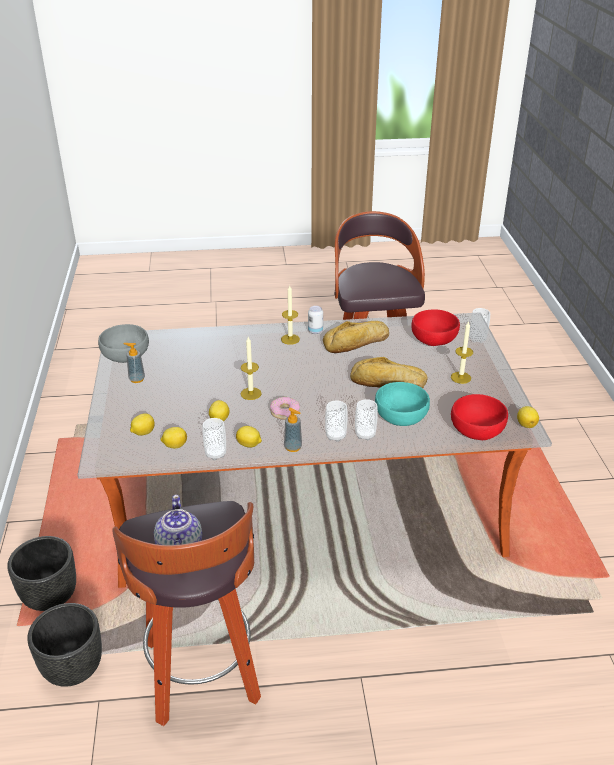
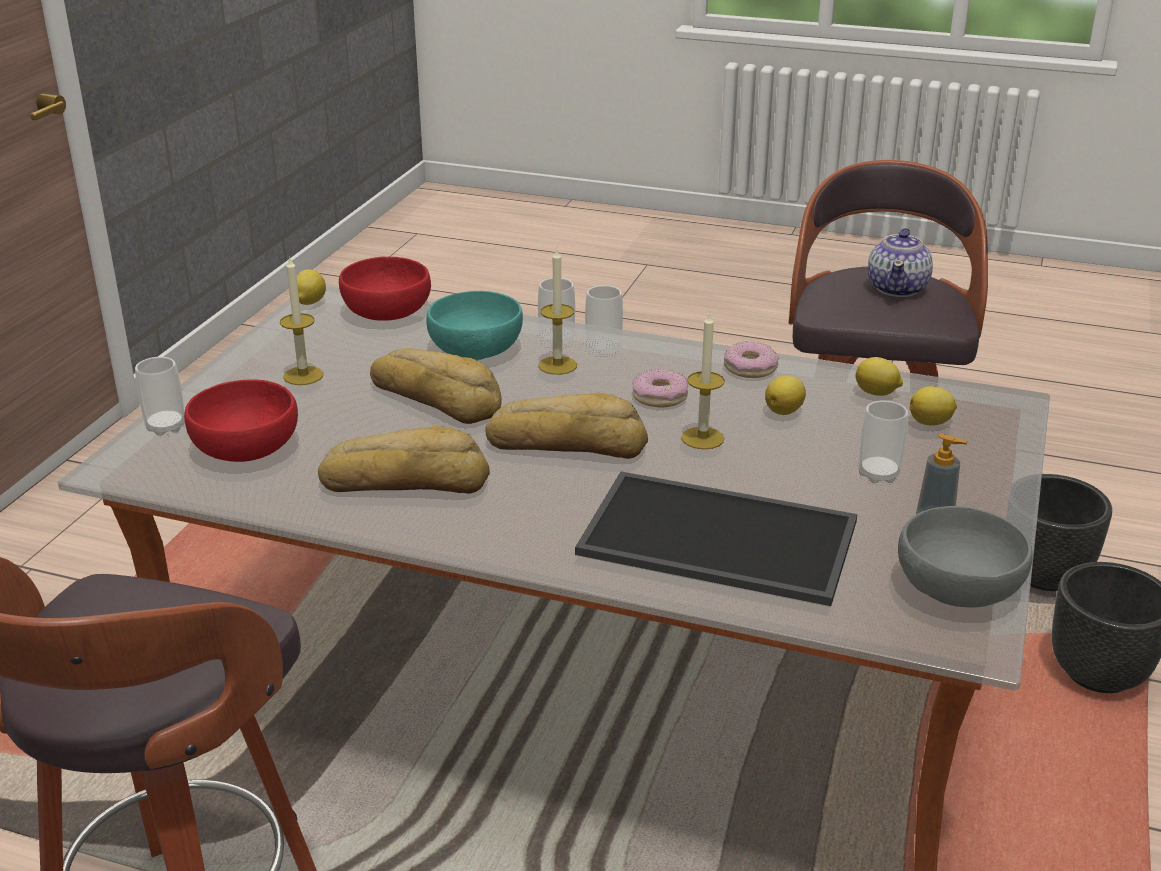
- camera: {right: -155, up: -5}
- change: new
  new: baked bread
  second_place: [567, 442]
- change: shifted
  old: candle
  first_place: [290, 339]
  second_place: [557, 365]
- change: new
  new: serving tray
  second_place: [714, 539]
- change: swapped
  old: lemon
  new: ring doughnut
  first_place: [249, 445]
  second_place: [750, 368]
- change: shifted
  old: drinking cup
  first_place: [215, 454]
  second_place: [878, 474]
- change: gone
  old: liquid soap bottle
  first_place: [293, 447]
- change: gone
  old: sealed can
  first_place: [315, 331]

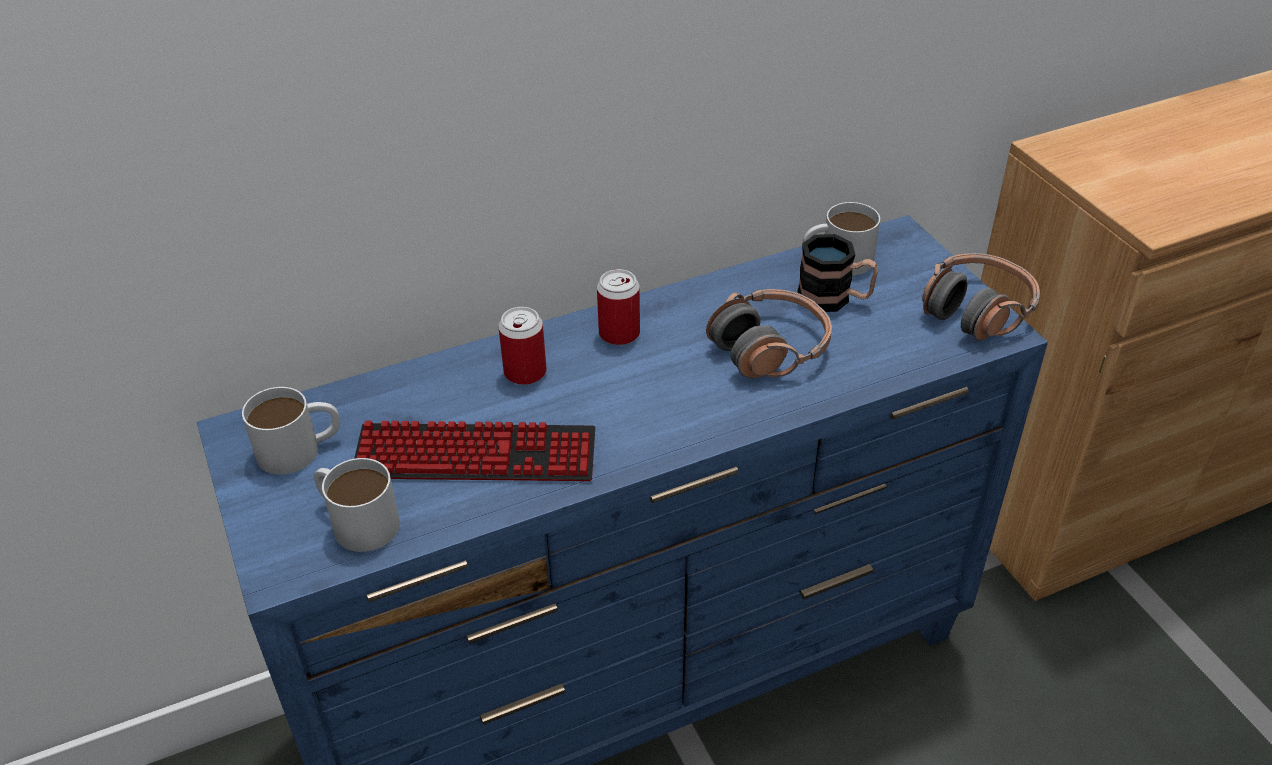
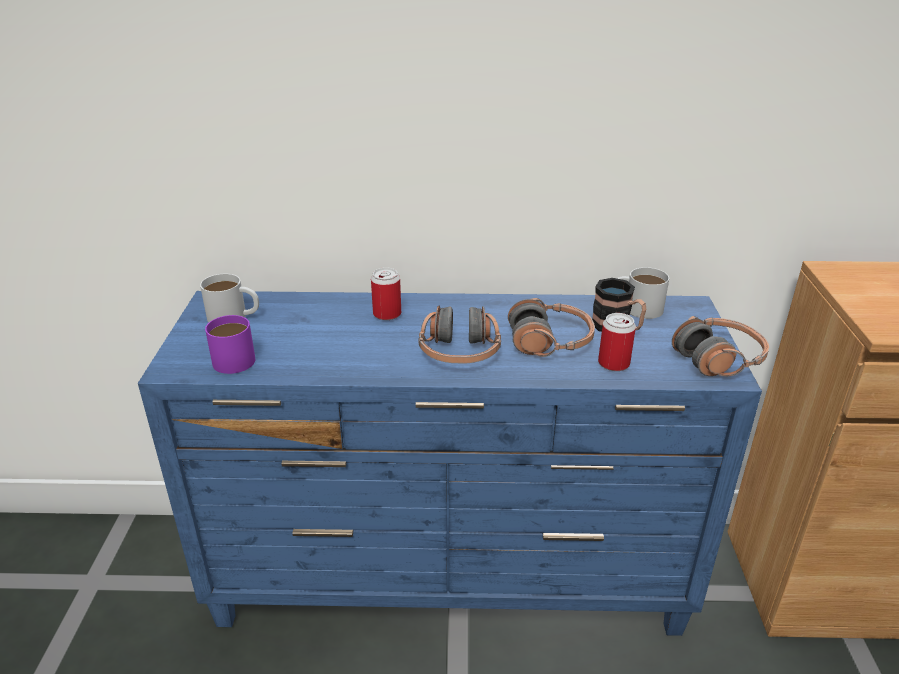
- camera: {right: 25, up: -10}
- change: repainted
  old: mug (white)
  new: mug (purple-coloured)
  first_place: [356, 520]
  second_place: [231, 357]
- change: new
  new: headphones
  second_place: [459, 352]
- change: shifted
  old: sealed can
  first_place: [619, 333]
  second_place: [613, 363]
- change: gone
  old: computer keyboard
  first_place: [475, 456]

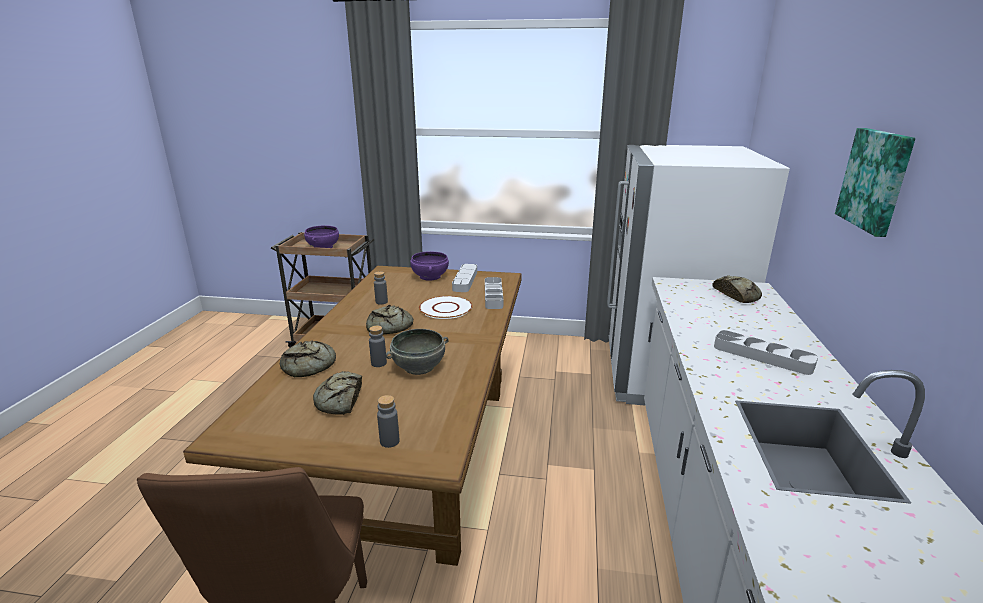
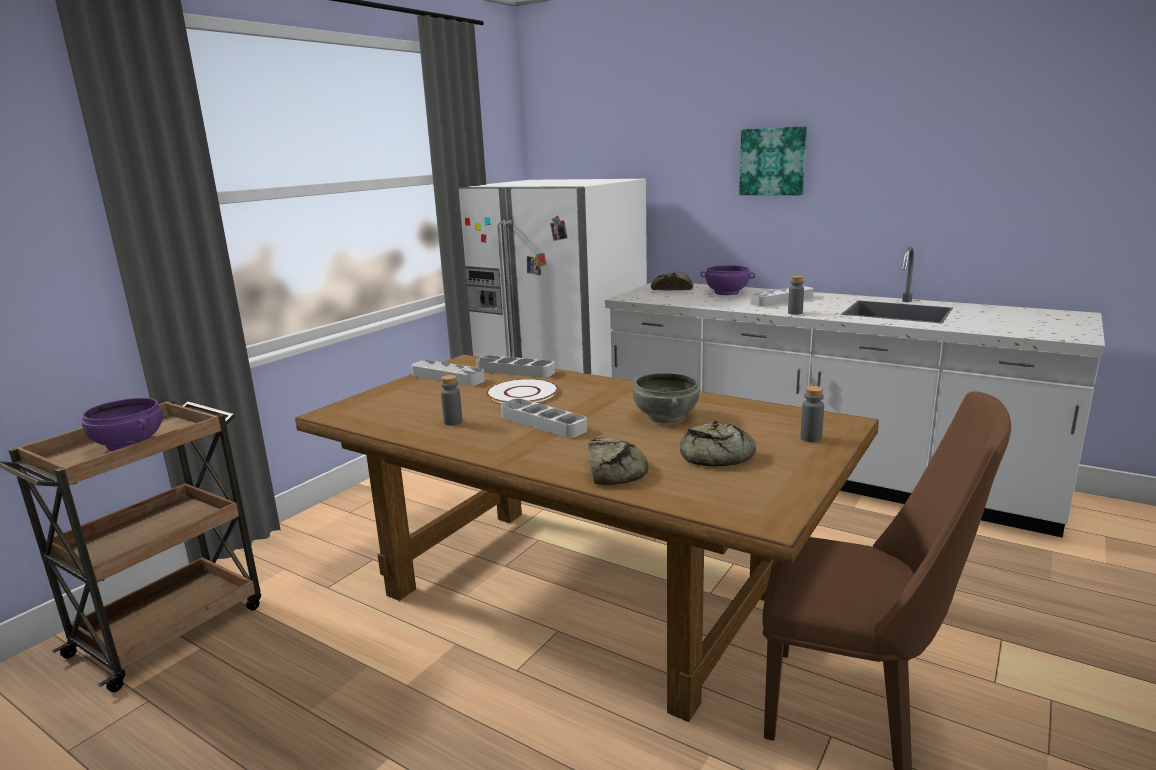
- camera: {right: -65, up: -5}
- change: swapped
  old: baked bread
  new: serving tray (greyish)
  first_place: [388, 327]
  second_place: [543, 423]
- change: shifted
  old: deep dish (purple-coloured)
  first_place: [429, 276]
  second_place: [726, 293]
- change: shifted
  old: drink bottle (greyish)
  first_place: [379, 363]
  second_place: [795, 313]

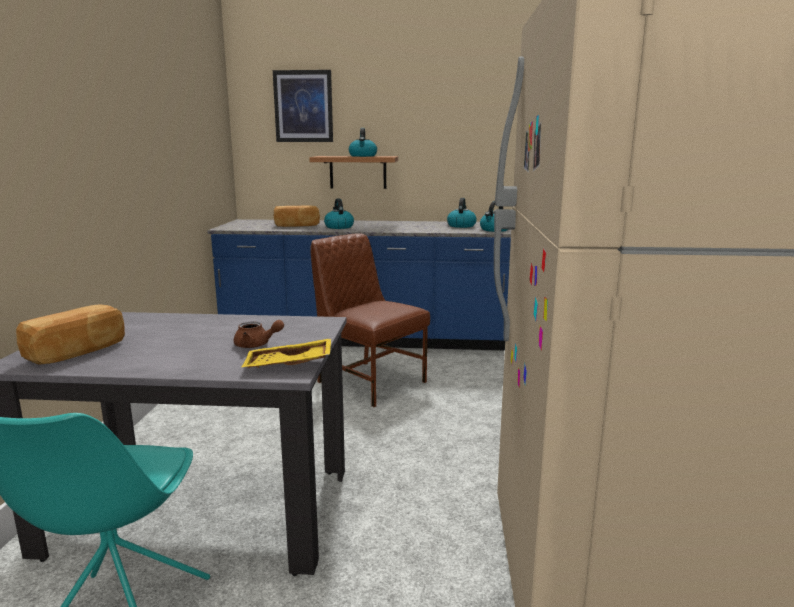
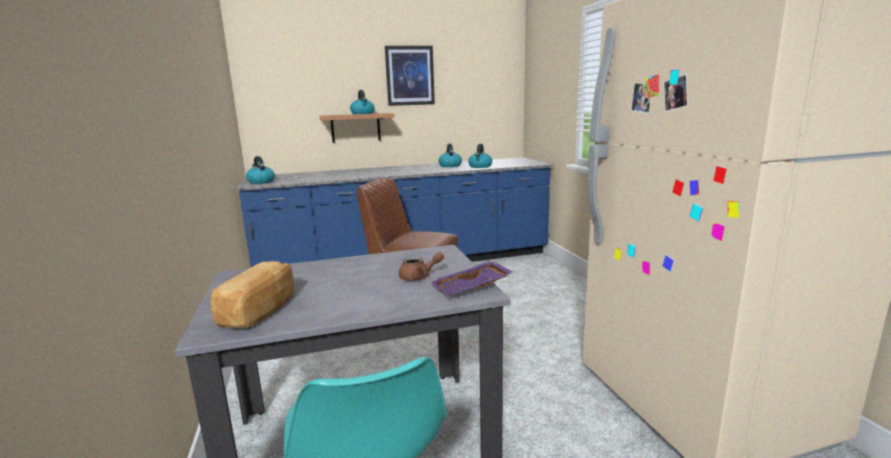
- camera: {right: -20, up: 0}
- change: shifted
  old: water kettle
  first_place: [338, 227]
  second_place: [261, 182]
- change: shifted
  old: wall picture
  first_place: [303, 106]
  second_place: [410, 76]
- change: repainted
  old: serving tray (yellow)
  new: serving tray (purple-coloured)
  first_place: [288, 365]
  second_place: [472, 288]
- change: gone
  old: baked bread
  first_place: [297, 226]

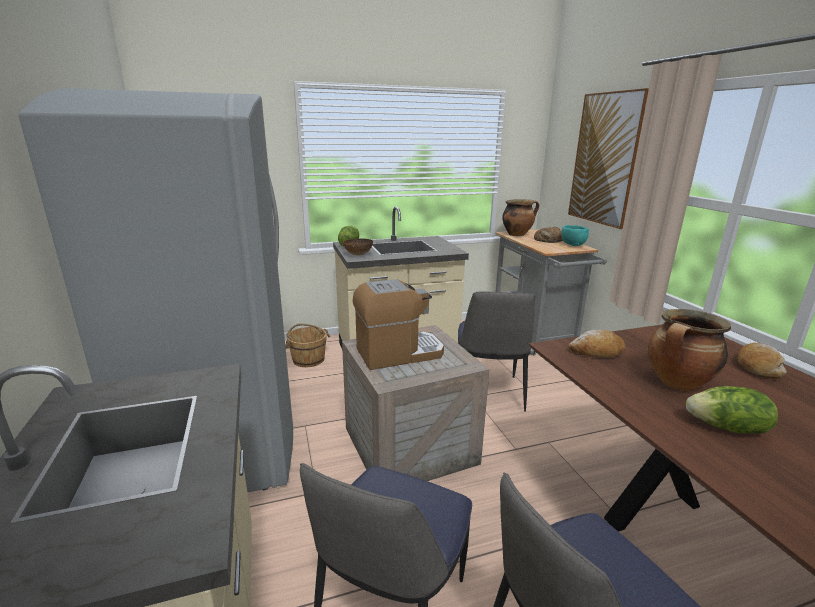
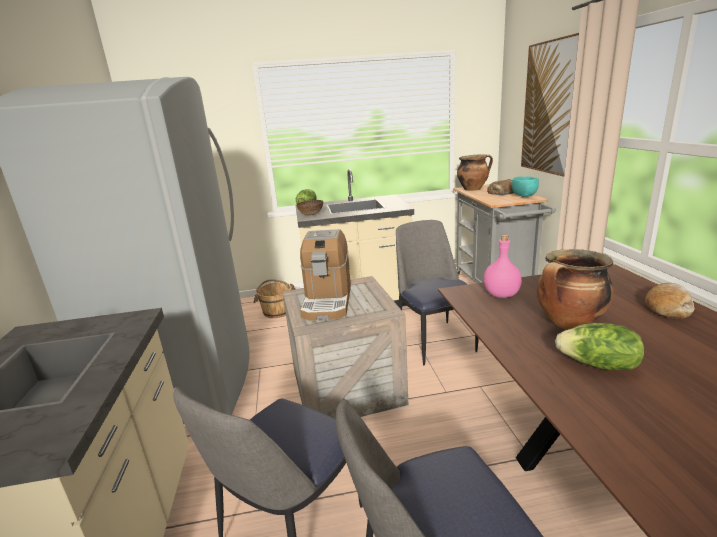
- camera: {right: 10, up: 0}
- change: rotated
  old: coffee maker
  first_place: [398, 353]
  second_place: [327, 301]
  degrees: 105
- change: rotated
  old: plain chair
  first_place: [489, 393]
  second_place: [434, 341]
  degrees: 150
- change: swapped
  old: baked bread
  new: drink bottle (pinkish)
  first_place: [597, 351]
  second_place: [501, 295]

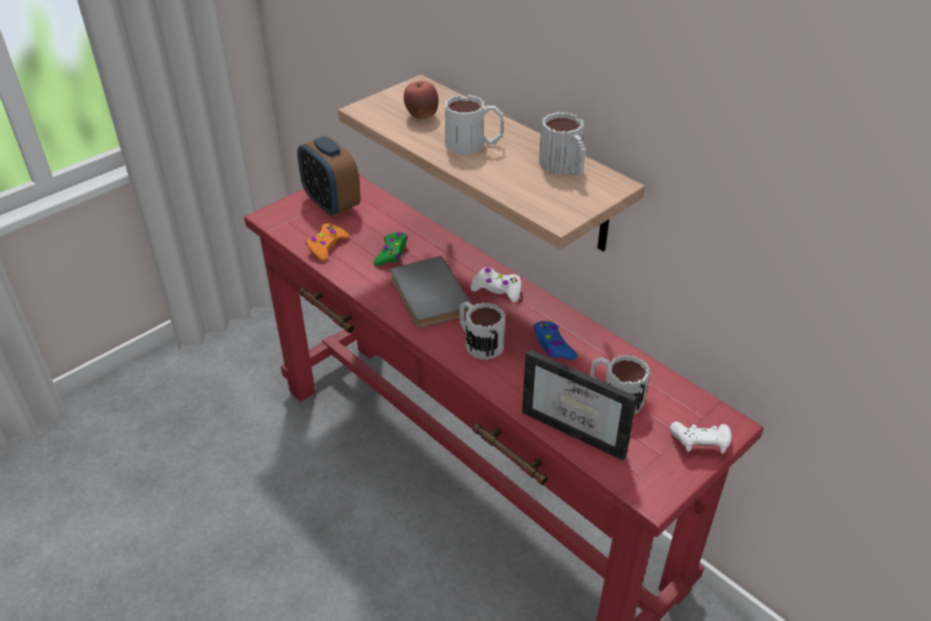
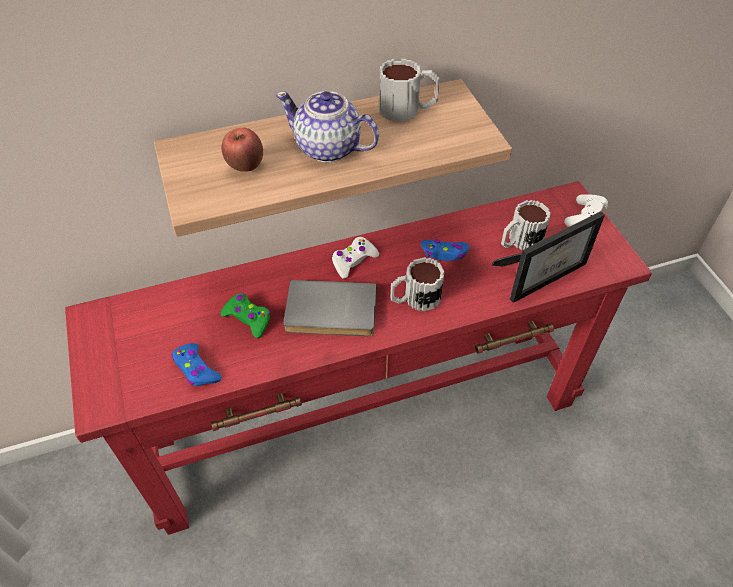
- camera: {right: -65, up: 10}
- change: repainted
  old: gamepad (orangey)
  new: gamepad (blue-coloured)
  first_place: [326, 246]
  second_place: [196, 369]
- change: swapped
  old: mug
  new: tea pot
  first_place: [474, 144]
  second_place: [328, 149]
- change: gone
  old: table clock
  first_place: [331, 204]

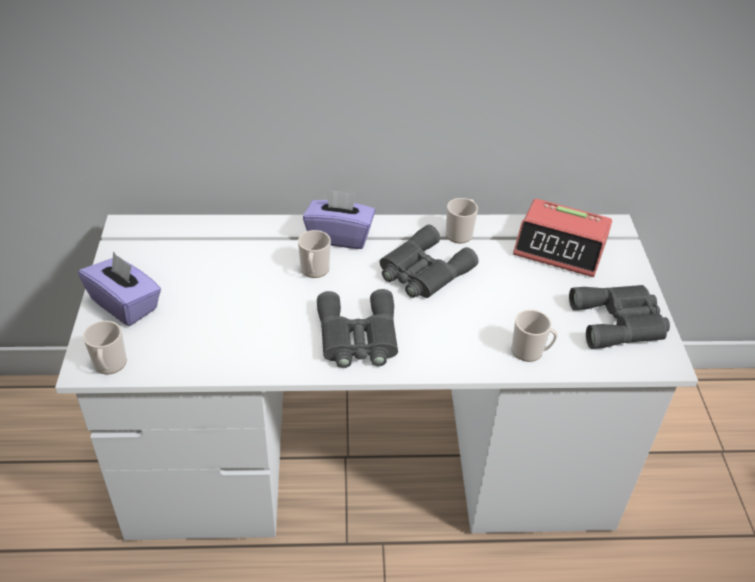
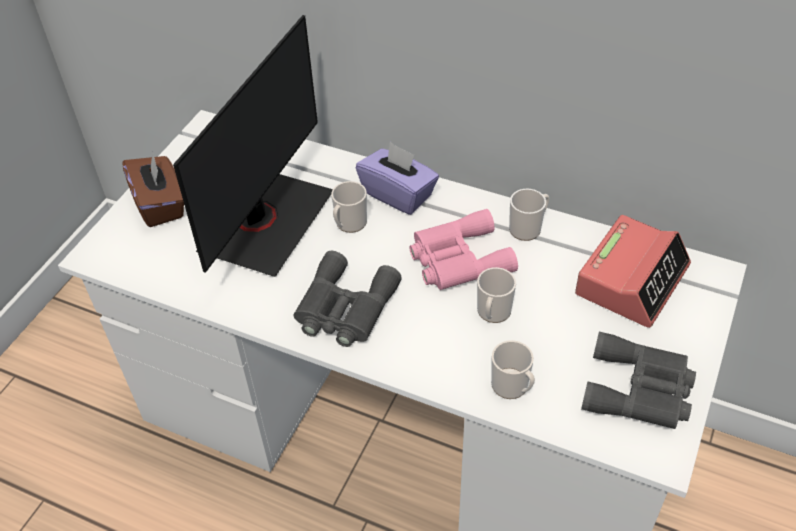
- camera: {right: 30, up: 5}
- change: repainted
  old: tissue box (purple-coloured)
  new: tissue box (brown)
  first_place: [125, 304]
  second_place: [160, 204]
- change: new
  new: computer screen
  second_place: [265, 222]
- change: repainted
  old: binoculars (greyish)
  new: binoculars (pinkish)
  first_place: [422, 272]
  second_place: [457, 259]
- change: shifted
  old: mug
  first_place: [109, 365]
  second_place: [493, 313]
- change: rotated
  old: table clock
  first_place: [561, 247]
  second_place: [632, 279]
  degrees: -105

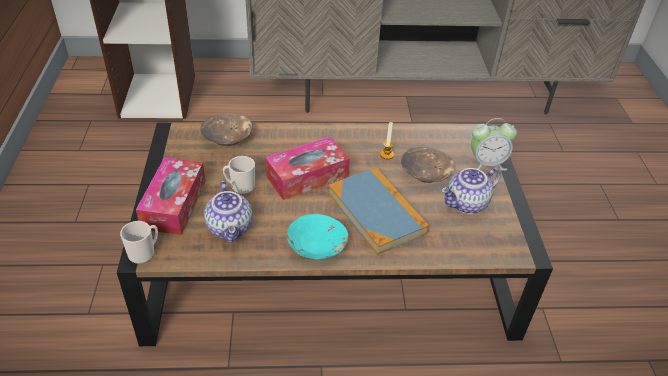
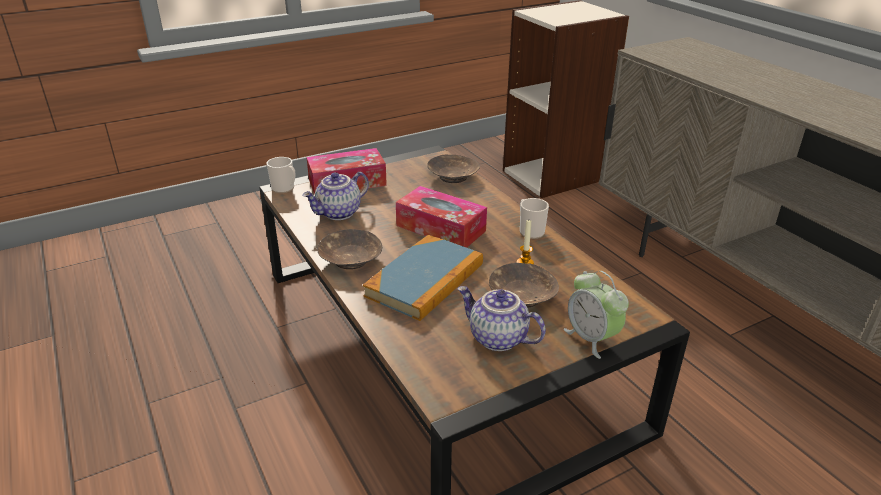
- camera: {right: 65, up: -10}
- change: repainted
  old: deep dish (blue-green)
  new: deep dish (brown)
  first_place: [317, 246]
  second_place: [350, 259]
- change: shifted
  old: mug
  first_place: [240, 186]
  second_place: [530, 231]

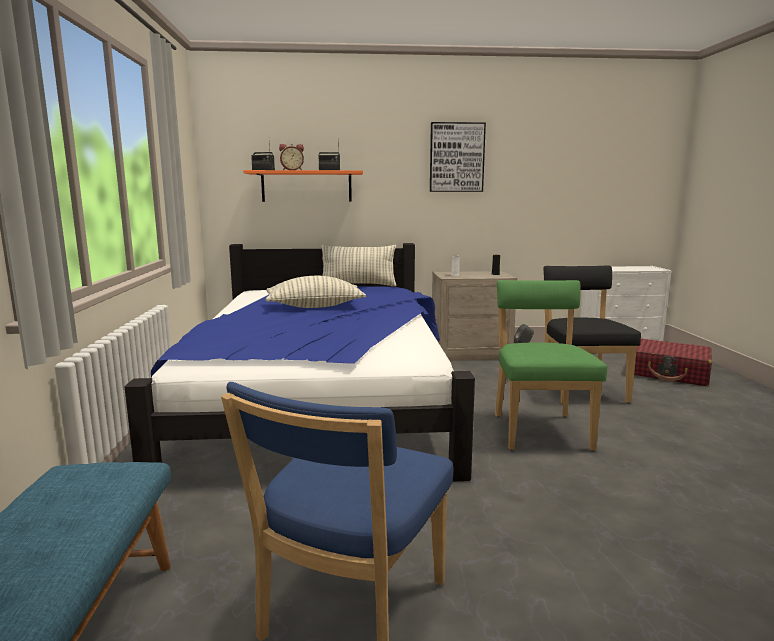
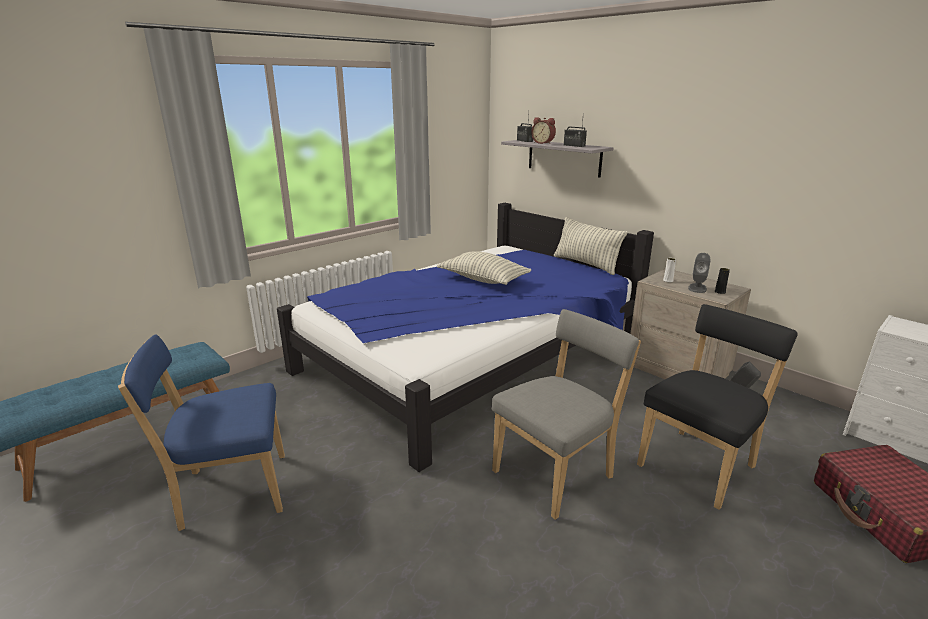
- camera: {right: 50, up: 10}
- change: repainted
  old: plain chair (greenish)
  new: plain chair (greyish)
  first_place: [539, 429]
  second_place: [557, 472]
- change: repainted
  old: wall shelf (orangey)
  new: wall shelf (greyish)
  first_place: [306, 186]
  second_place: [564, 157]
- change: new
  new: audio speaker (greyish)
  second_place: [697, 288]
- change: gone
  old: wall picture
  first_place: [456, 157]

